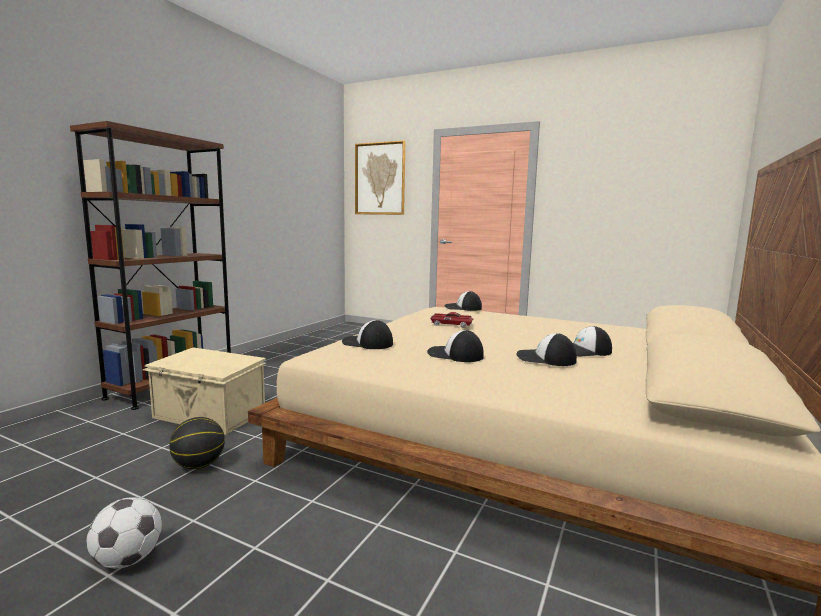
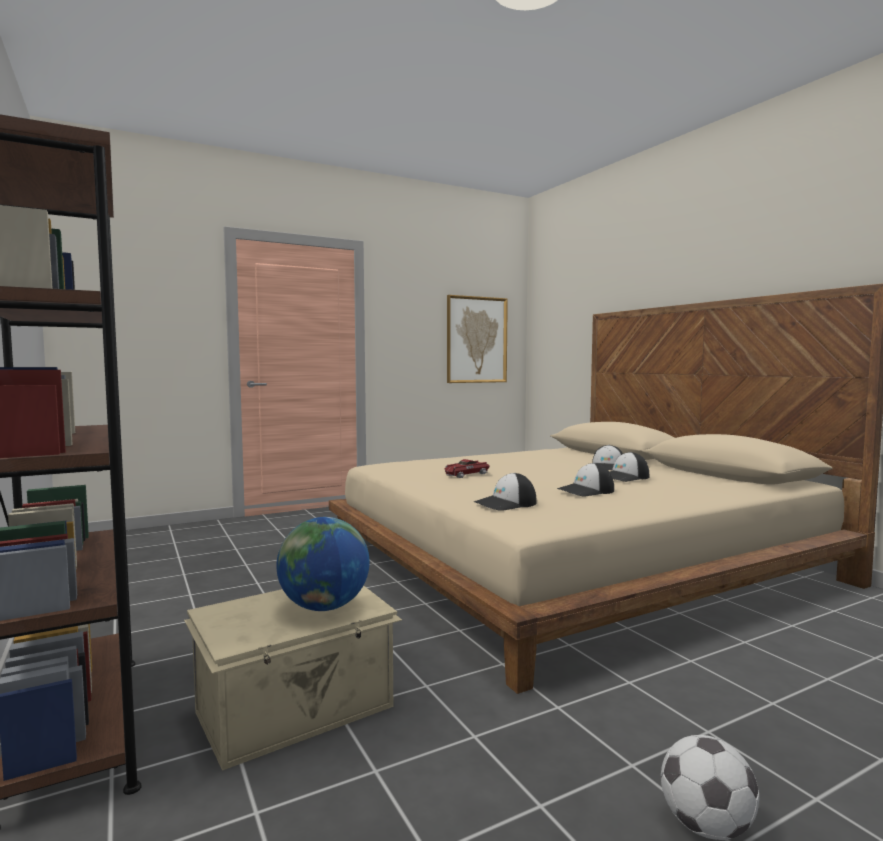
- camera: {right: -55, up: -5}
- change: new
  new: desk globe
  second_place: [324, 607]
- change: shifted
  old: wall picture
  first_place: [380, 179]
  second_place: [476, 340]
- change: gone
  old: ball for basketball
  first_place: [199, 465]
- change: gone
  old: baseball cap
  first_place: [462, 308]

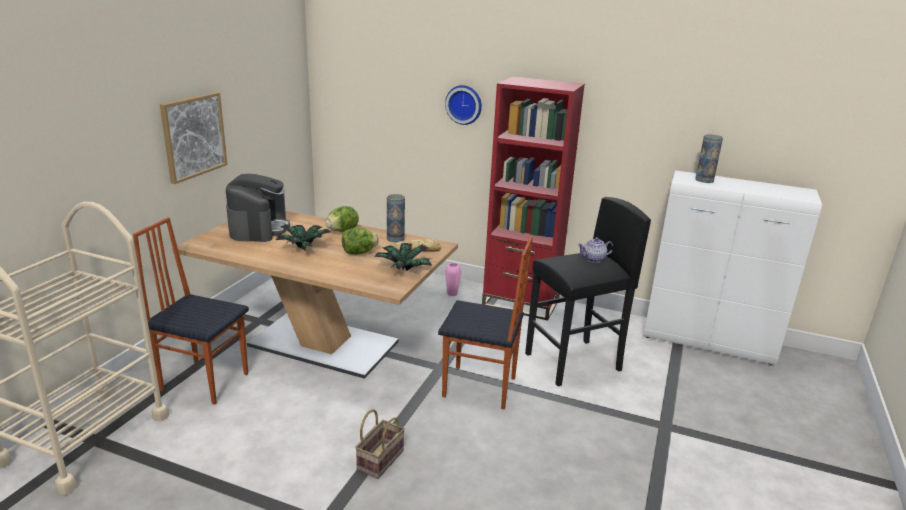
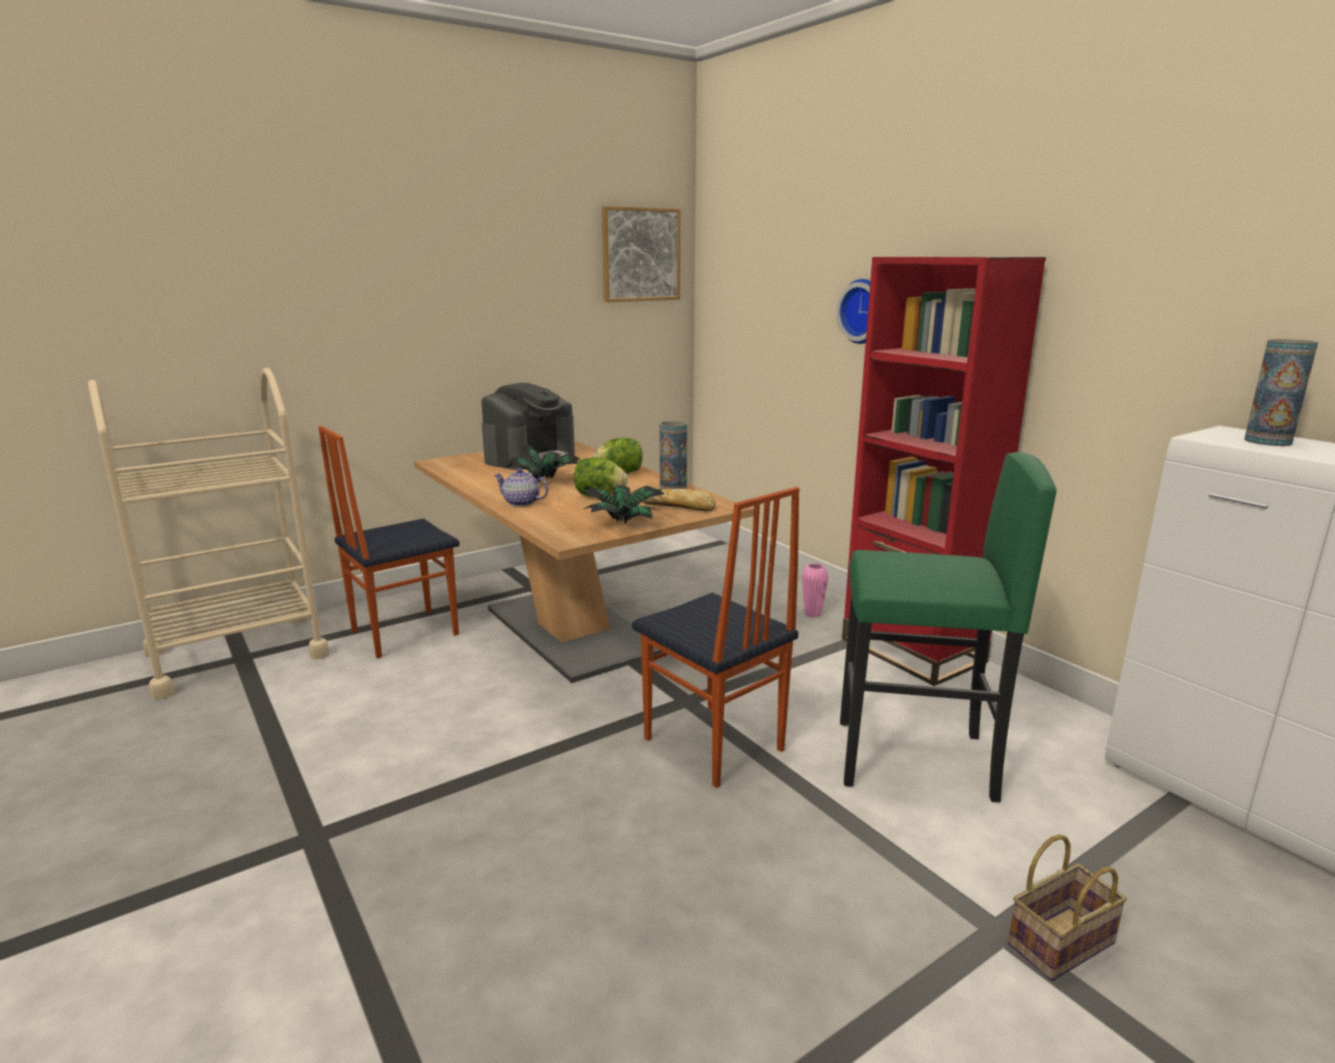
- camera: {right: 35, up: -5}
- change: rotated
  old: plain chair
  first_place: [205, 381]
  second_place: [403, 633]
  degrees: -90
- change: shifted
  old: tea pot
  first_place: [594, 259]
  second_place: [522, 503]
- change: shifted
  old: wall picture
  first_place: [193, 136]
  second_place: [640, 255]
- change: repainted
  old: stool (black-coloured)
  new: stool (greenish)
  first_place: [573, 362]
  second_place: [914, 760]
- change: shifted
  old: storage basket
  first_place: [380, 459]
  second_place: [1060, 941]

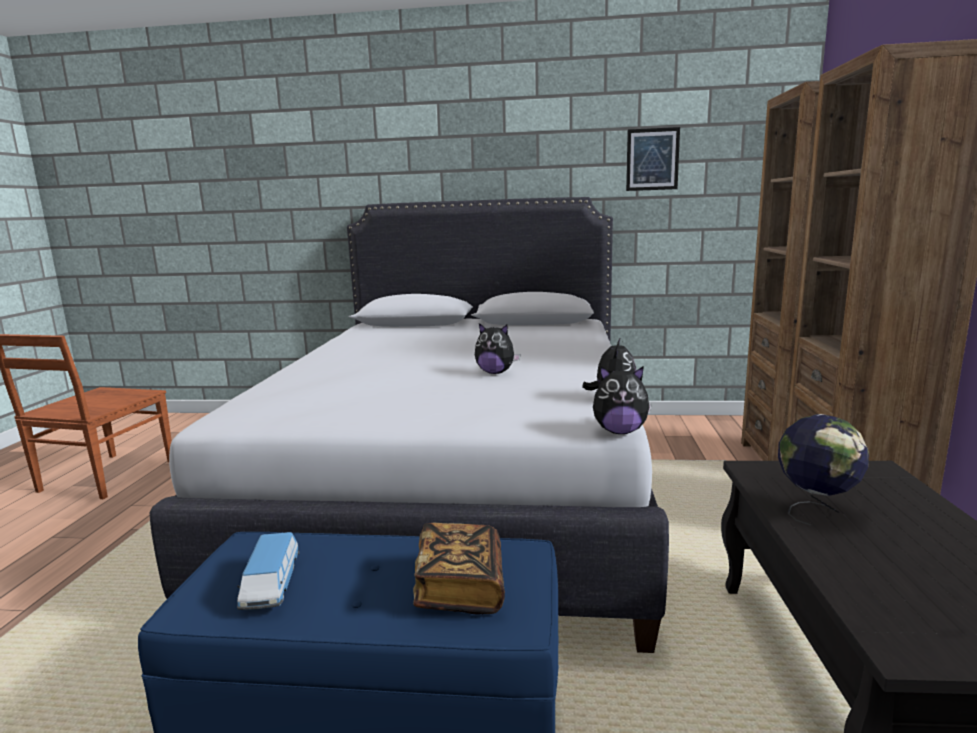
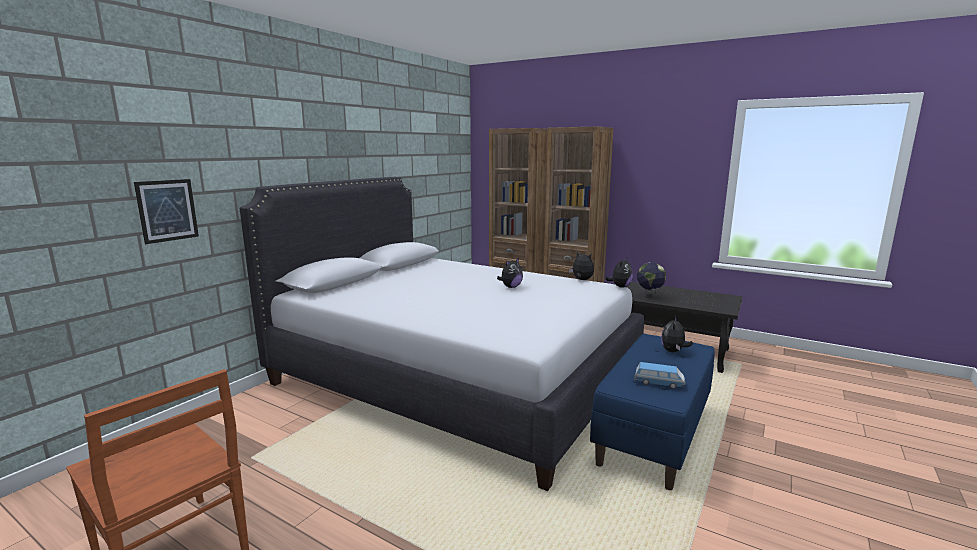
- camera: {right: -65, up: 0}
- change: shifted
  old: wall picture
  first_place: [652, 159]
  second_place: [167, 210]
- change: swapped
  old: book
  new: cuddly toy
  first_place: [460, 588]
  second_place: [673, 351]

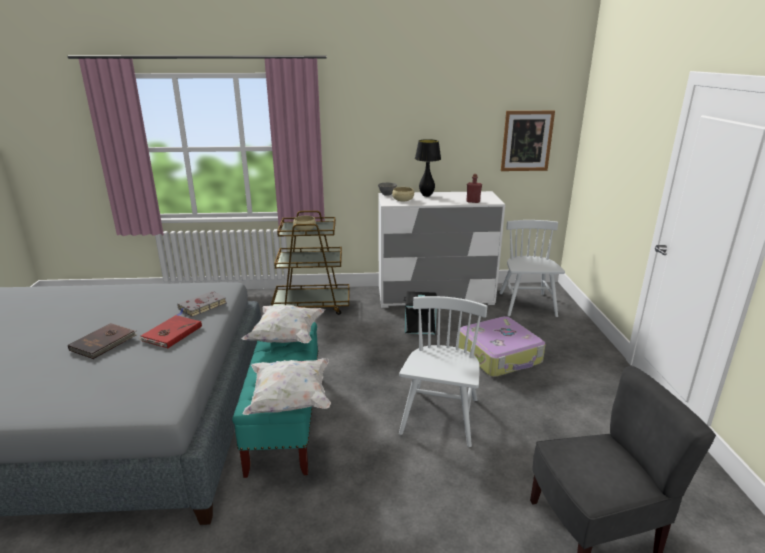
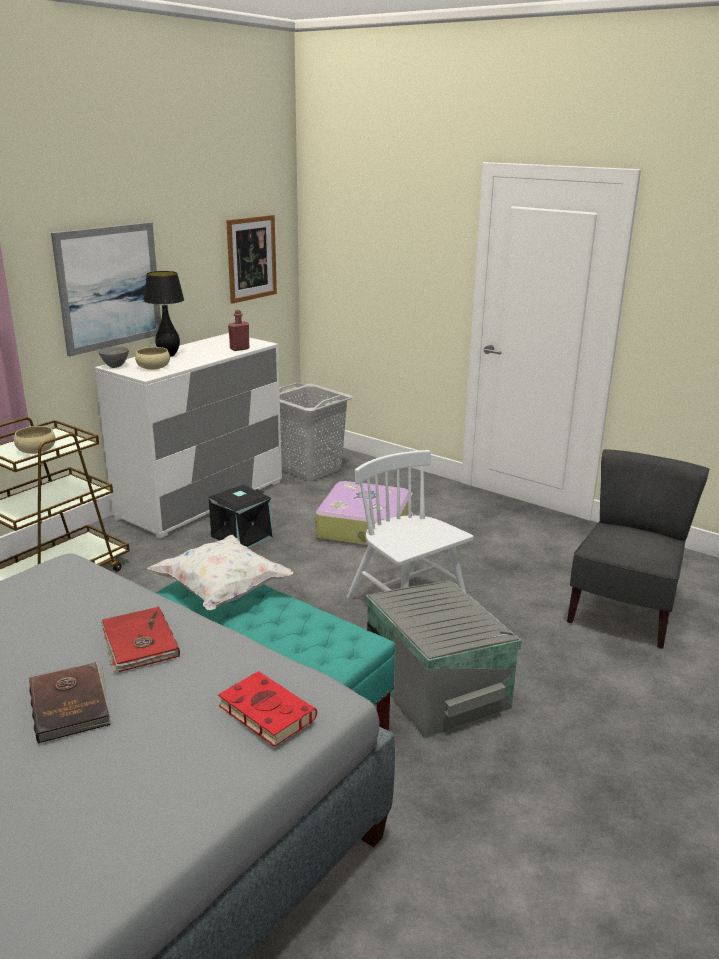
- camera: {right: -50, up: 0}
- change: new
  new: wall picture
  second_place: [109, 287]
- change: new
  new: book (reddish)
  second_place: [264, 711]
- change: swapped
  old: plain chair (white)
  new: hamper (greyish)
  first_place: [527, 305]
  second_place: [310, 469]
- change: new
  new: storage bin (greyish)
  second_place: [437, 686]
- change: gone
  old: book (greyish)
  first_place: [201, 307]
- change: gone
  old: throw pillow (white)
  first_place: [290, 400]

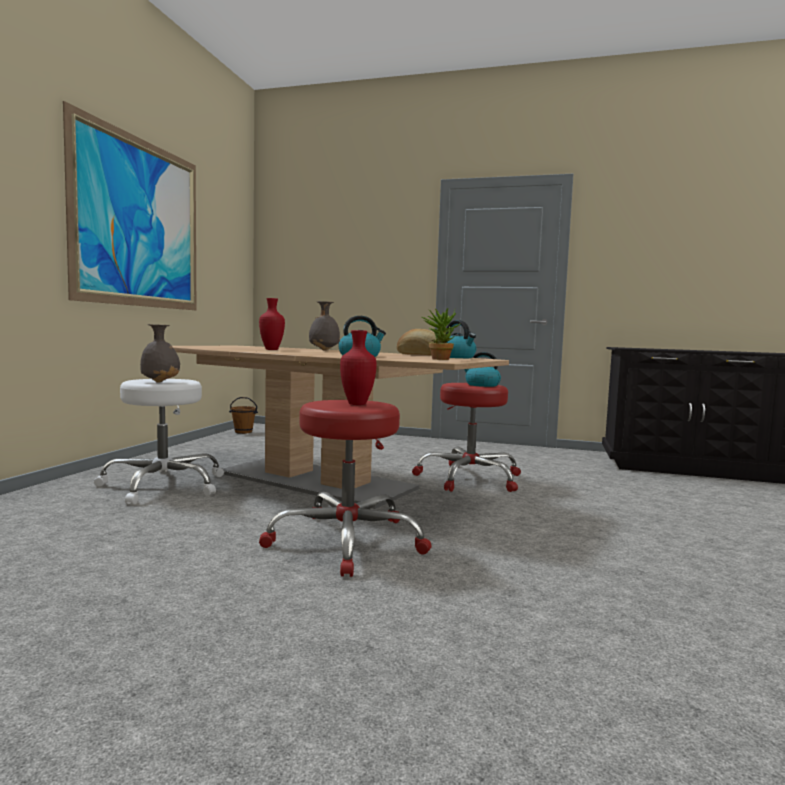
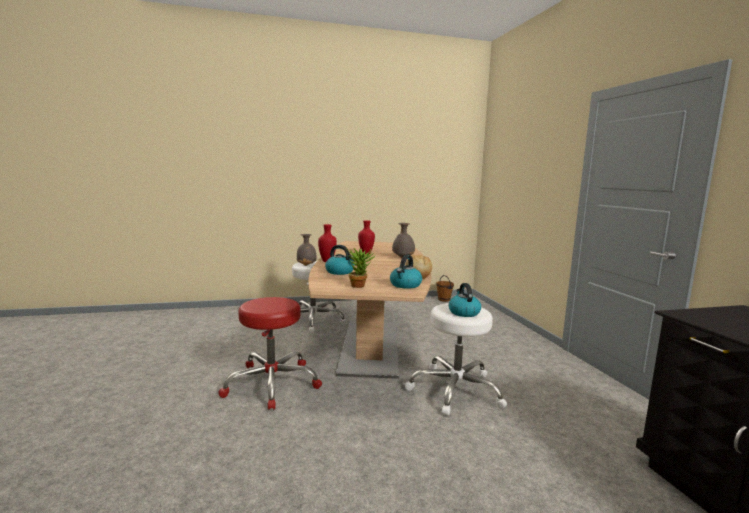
- camera: {right: 60, up: 5}
- change: shifted
  old: vase (reddish)
  first_place: [358, 404]
  second_place: [327, 261]
- change: repainted
  old: stool (reddish)
  new: stool (white)
  first_place: [469, 478]
  second_place: [455, 390]
- change: gone
  old: wall picture
  first_place: [140, 223]

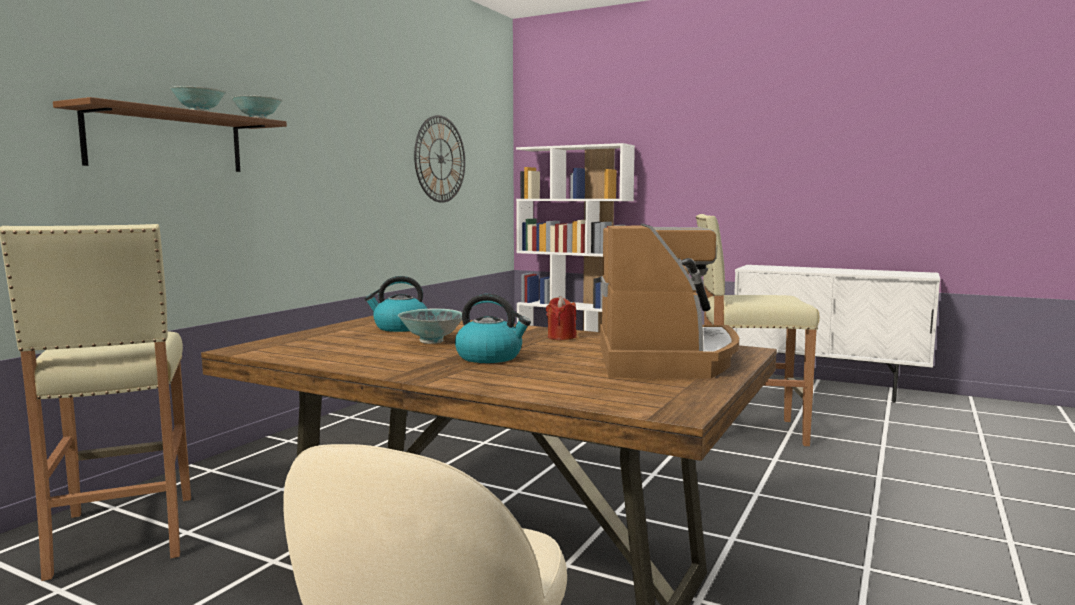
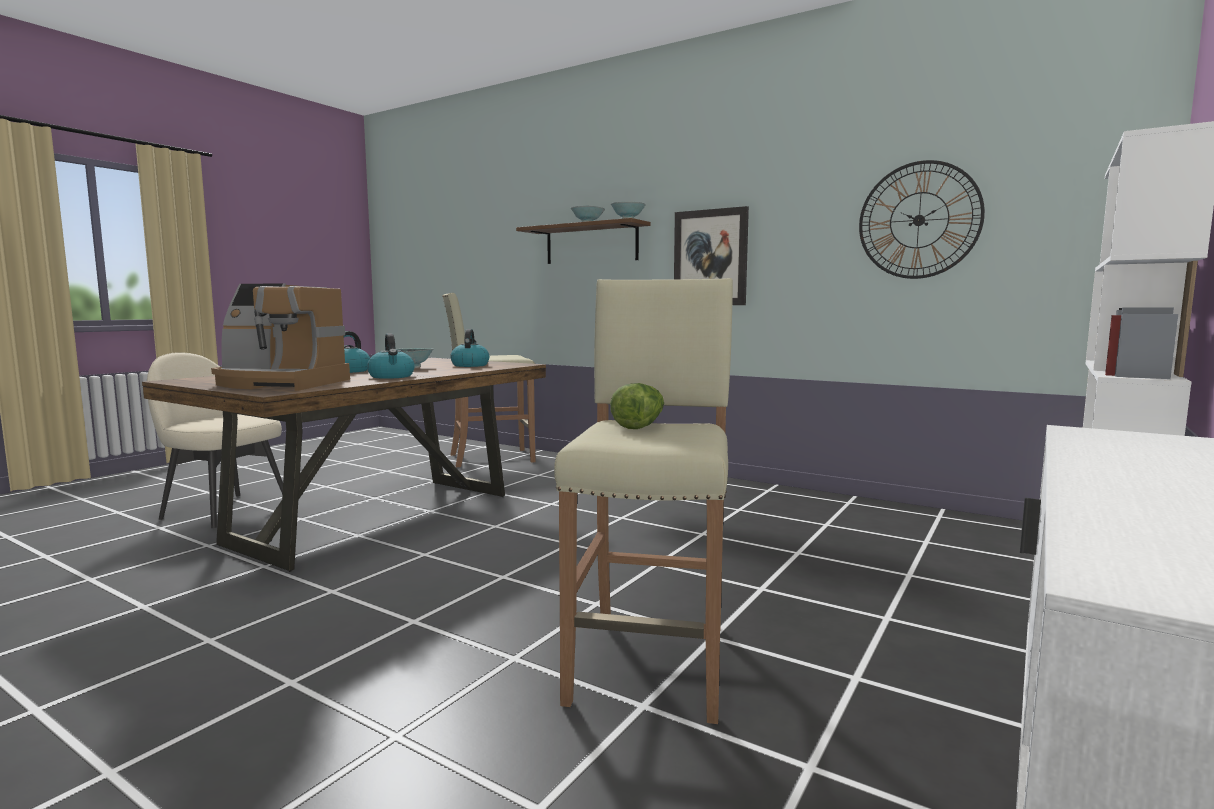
- camera: {right: 95, up: 0}
- change: swapped
  old: candle (reddish)
  new: water kettle
  first_place: [561, 337]
  second_place: [391, 376]
- change: new
  new: lettuce
  second_place: [639, 425]
- change: new
  new: wall picture
  second_place: [710, 258]

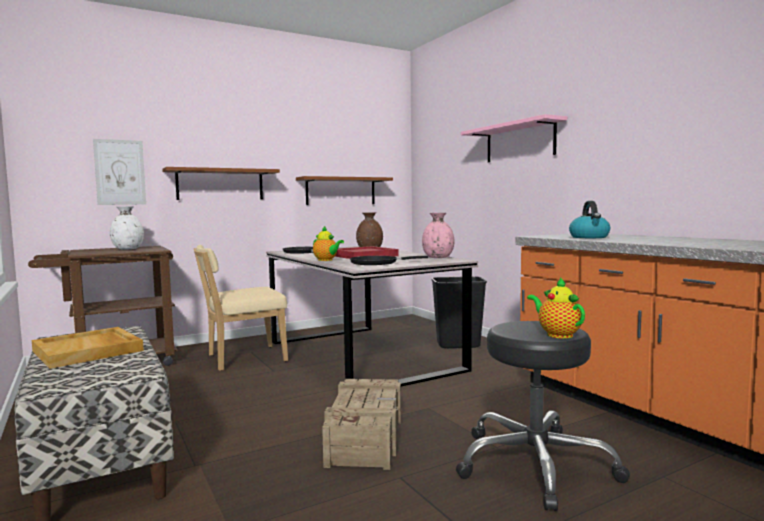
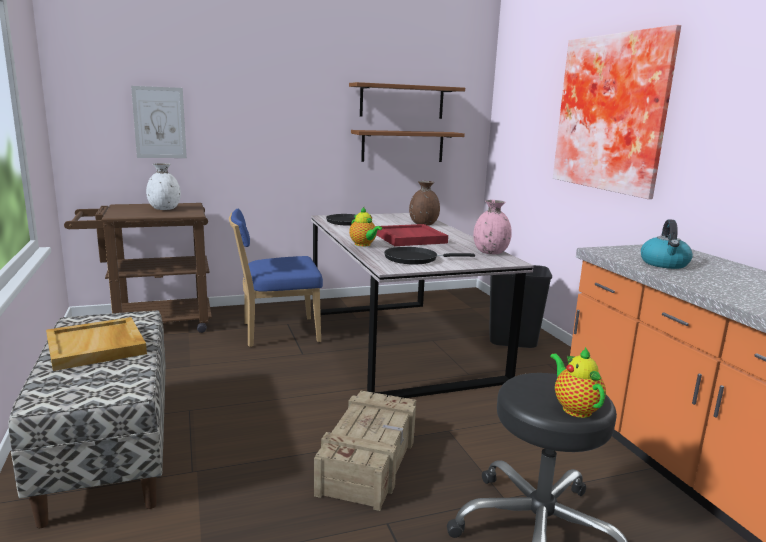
- camera: {right: 10, up: 10}
- change: repainted
  old: plain chair (beige-coloured)
  new: plain chair (blue-coloured)
  first_place: [242, 359]
  second_place: [276, 332]
- change: shifted
  old: wall shelf (brown)
  first_place: [220, 184]
  second_place: [402, 101]
- change: swapped
  old: wall shelf (pinkish)
  new: wall picture
  first_place: [519, 142]
  second_place: [614, 113]

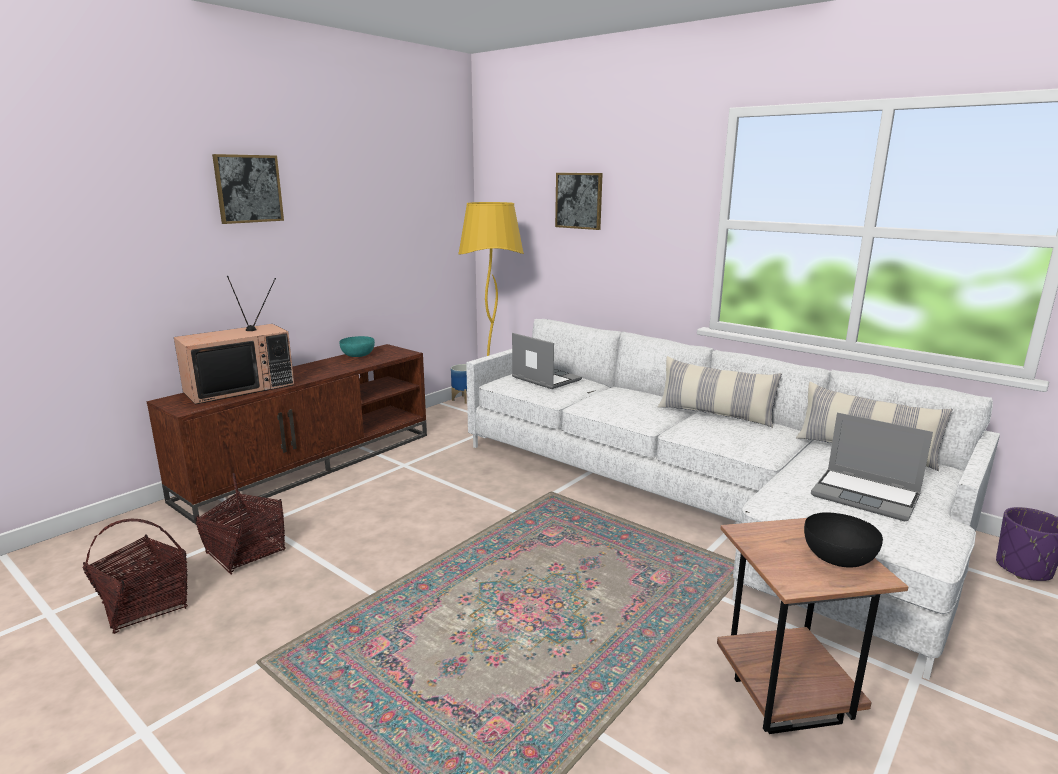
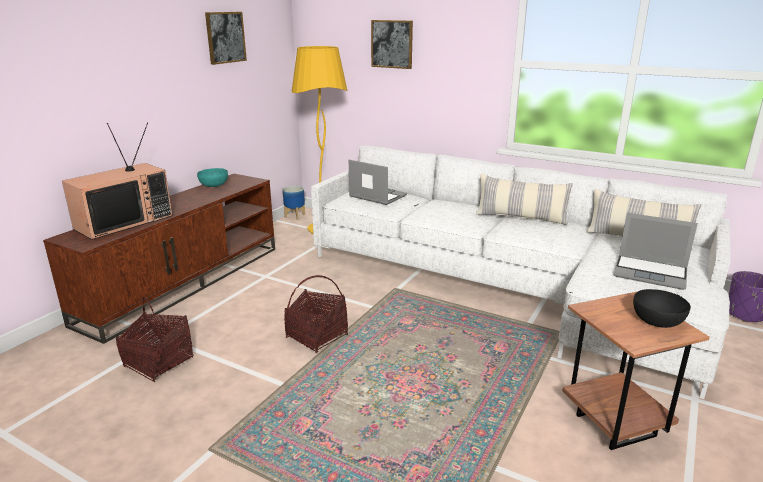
- camera: {right: -10, up: 5}
- change: shifted
  old: wall picture
  first_place: [248, 188]
  second_place: [225, 37]
- change: shifted
  old: storage basket
  first_place: [145, 606]
  second_place: [317, 336]

